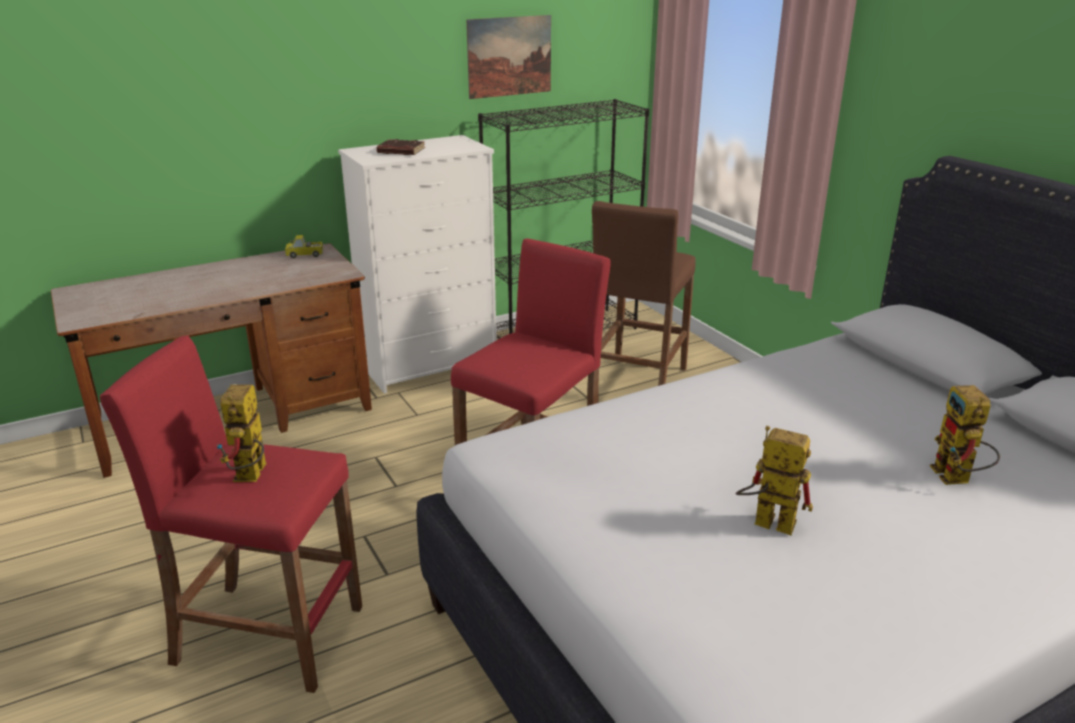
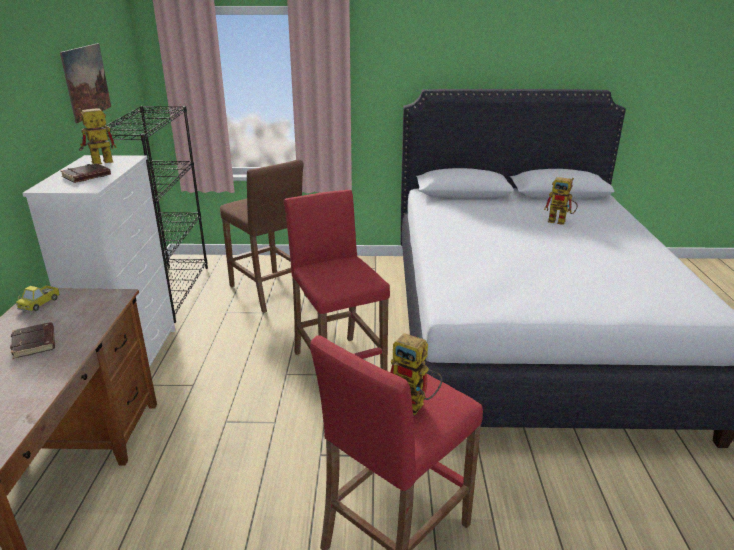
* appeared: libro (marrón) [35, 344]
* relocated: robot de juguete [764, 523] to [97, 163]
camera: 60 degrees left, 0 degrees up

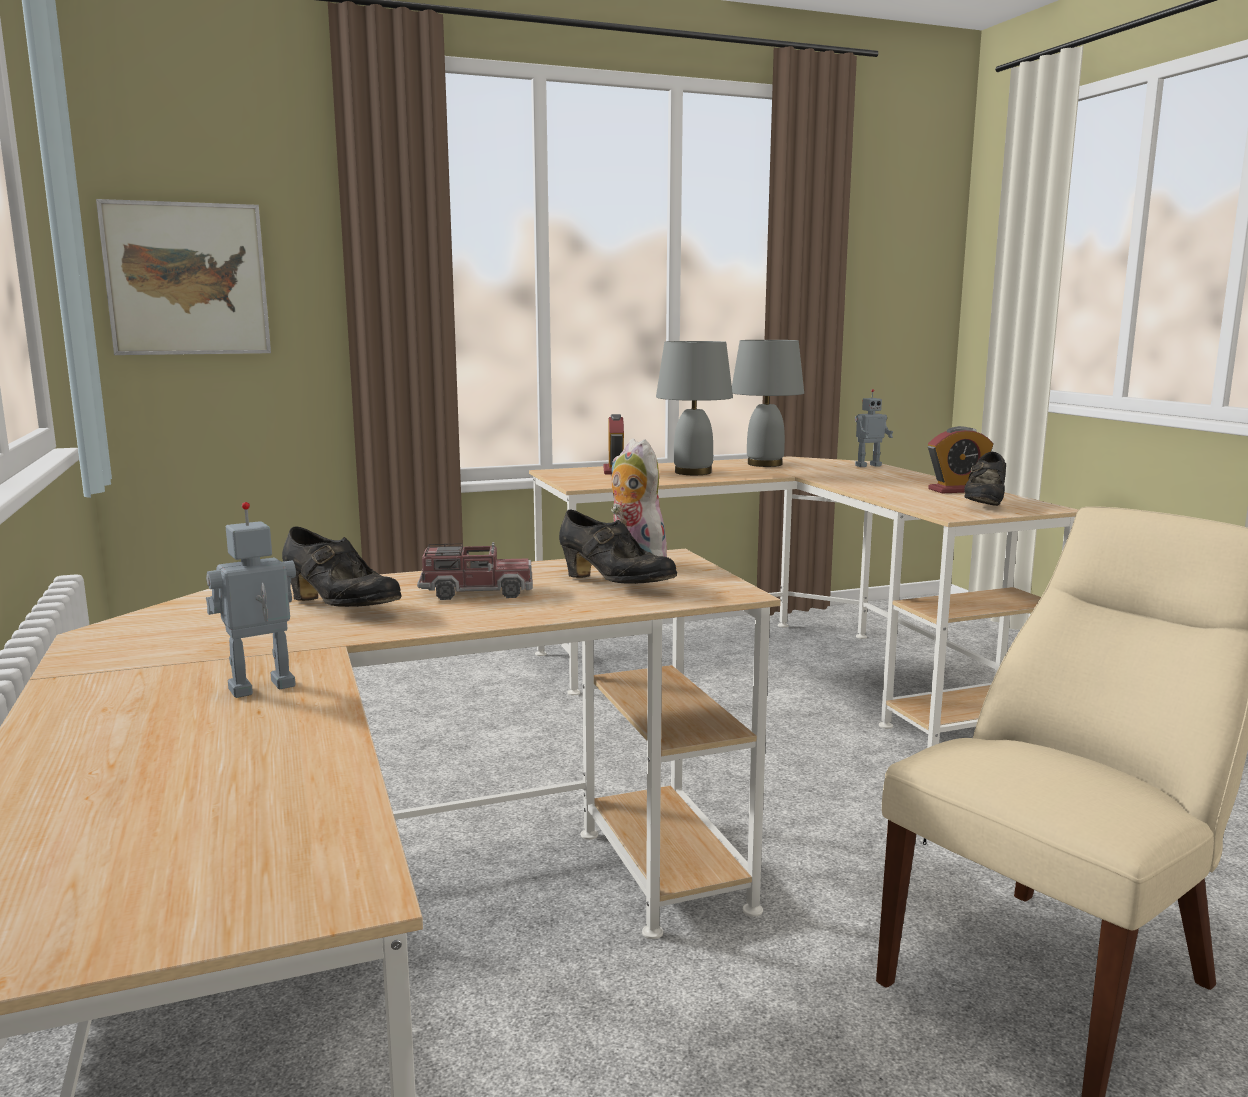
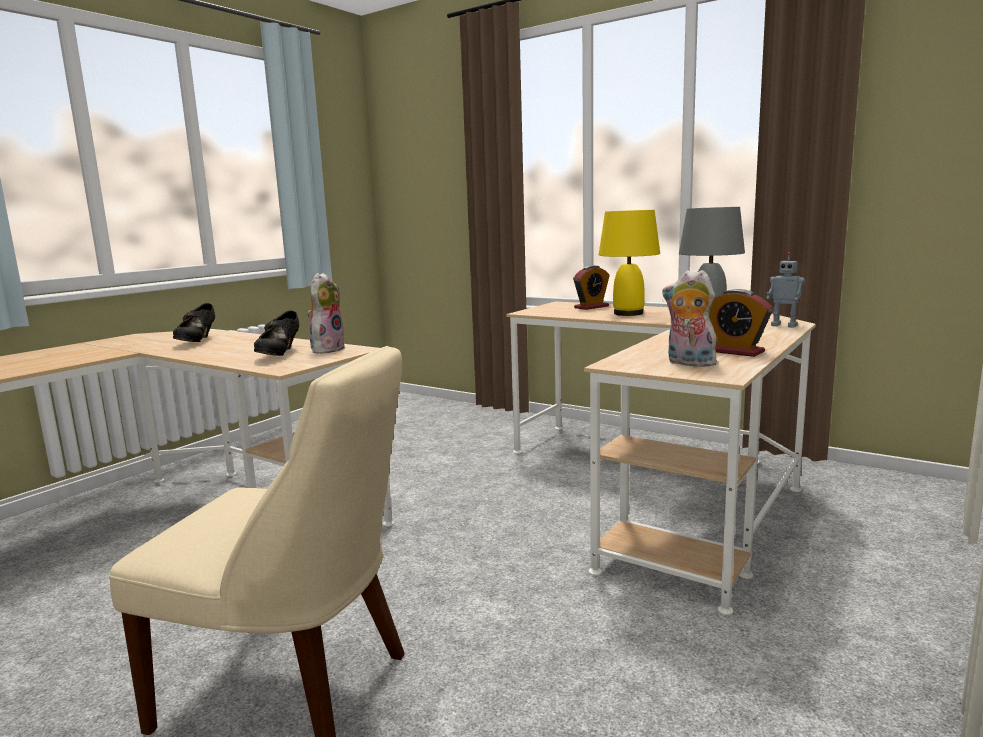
* colour: lámpara de mesa (gris) [692, 472] to lámpara de mesa (amarillo) [627, 313]
* exchanged: zapato (negro) [984, 504] to peluche [688, 363]
* missing: cuadro [187, 279]
* missing: robot de juguete [262, 689]
* missing: camión de juguete [476, 592]
camera: 55 degrees right, 0 degrees up

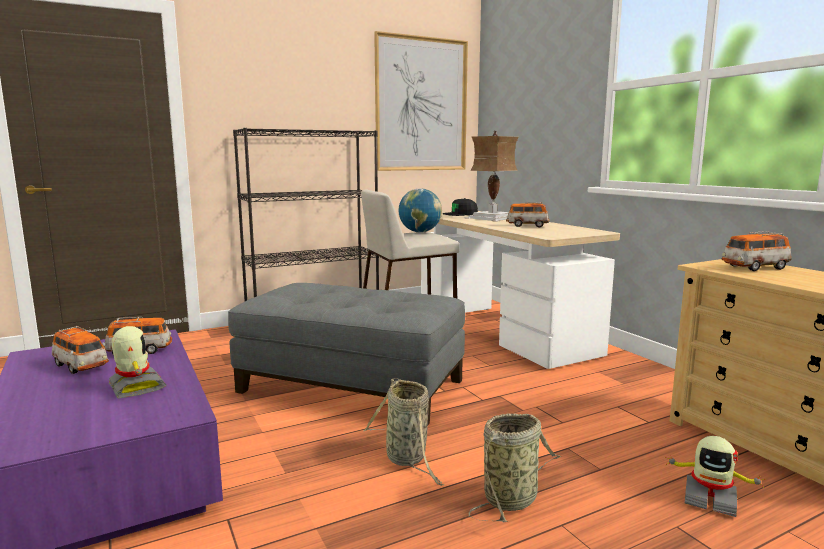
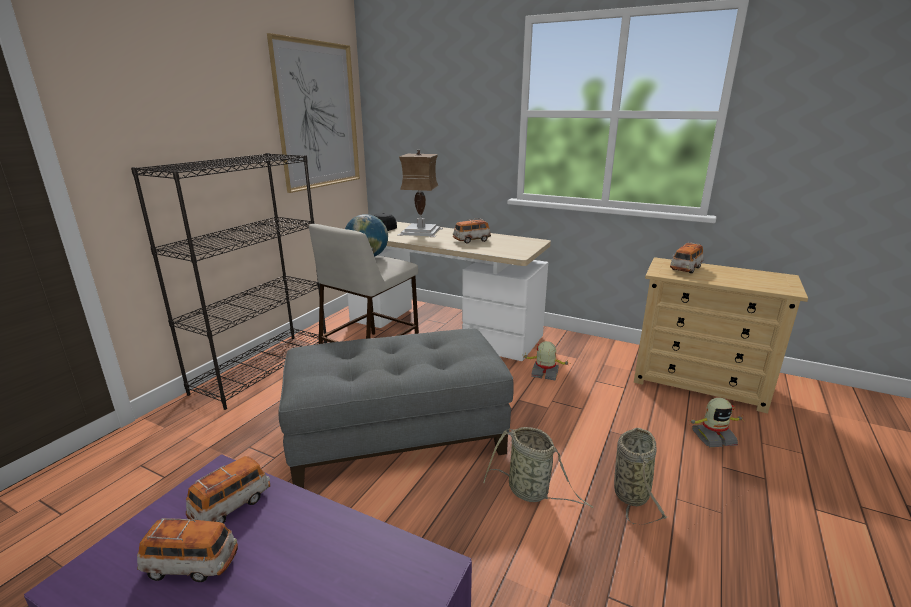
* relocated: robot de juguete [135, 387] to [545, 373]
camera: 35 degrees left, 10 degrees up

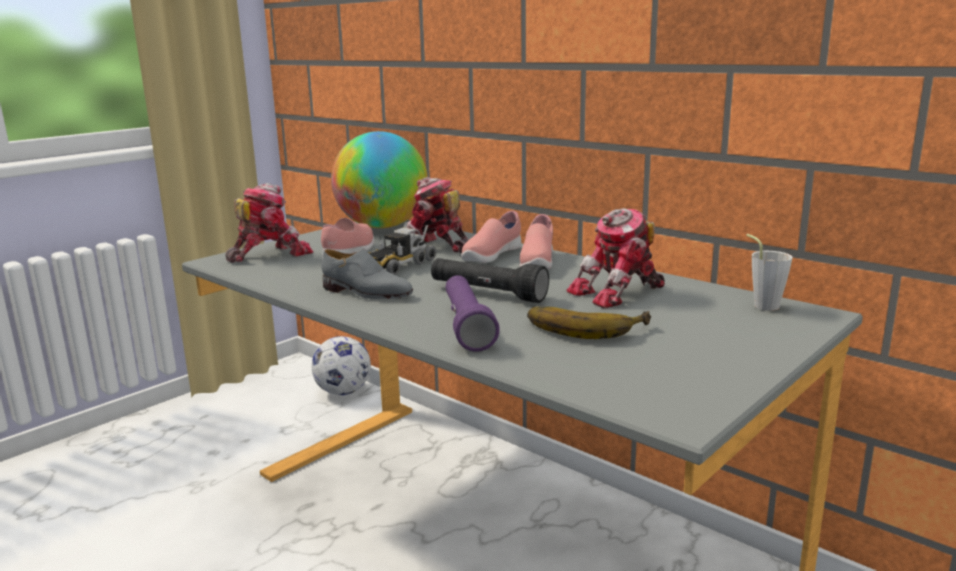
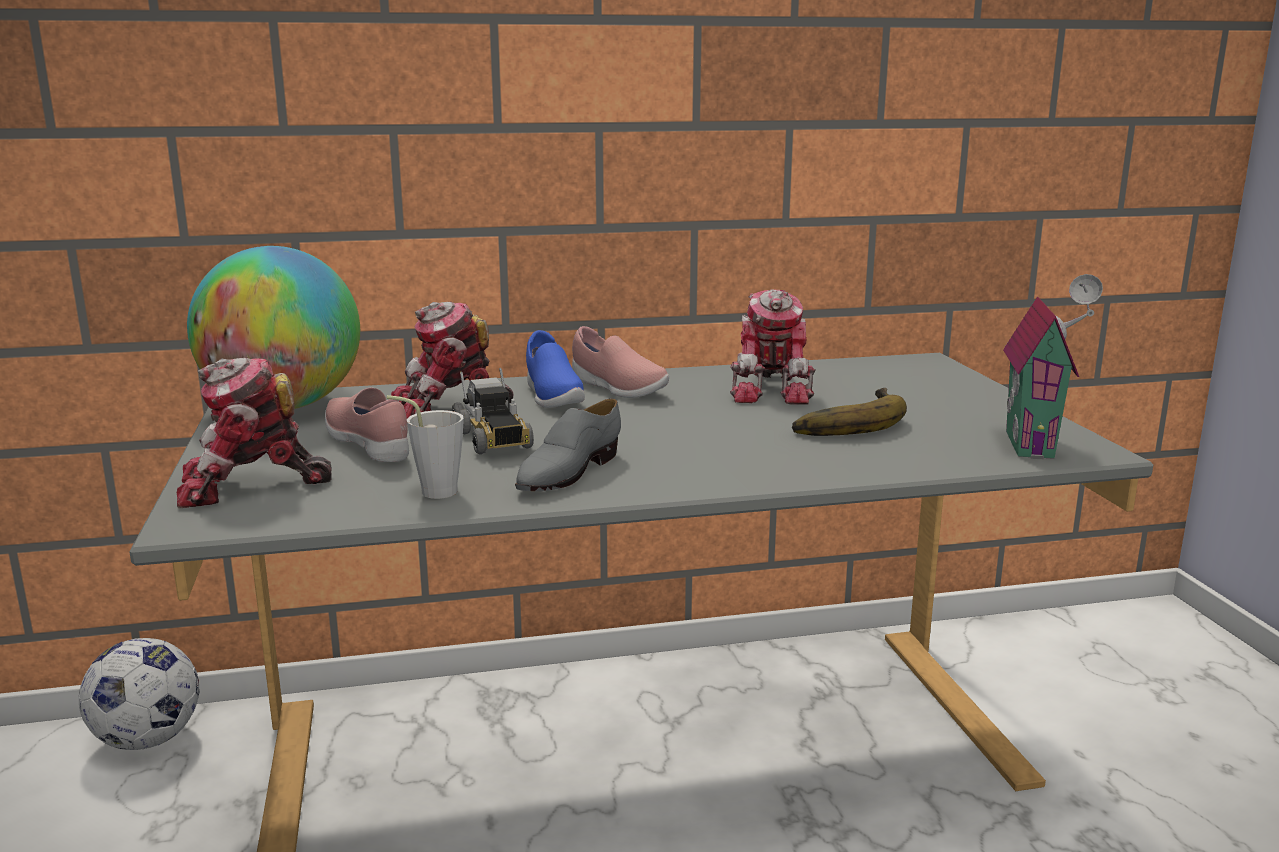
* spun: robot de juguete [269, 254] = [250, 486] 105 degrees counterclockwise
* relocated: taza (gris) [762, 304] to [431, 491]
* spun: zapato (gris) [366, 292] = [568, 472] 150 degrees clockwise
* colour: zapato (rosa) [491, 256] to zapato (azul) [551, 397]
* appeared: casita [1035, 445]
* missing: linterna (negro) [487, 293]
* missing: linterna (morado) [467, 326]
camera: 55 degrees left, 0 degrees up

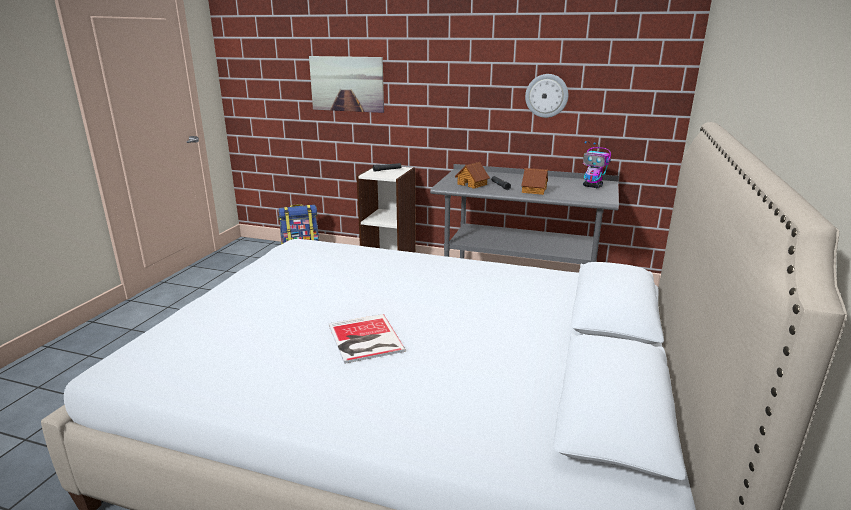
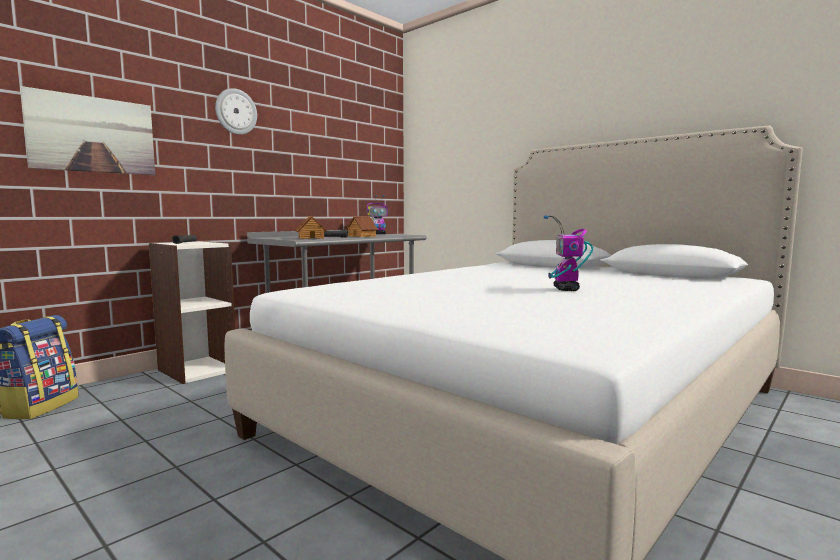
* relocated: reloj de pared [546, 95] to [236, 112]
* exchanged: libro [364, 339] to robot de juguete [566, 289]
camera: 65 degrees left, 15 degrees down

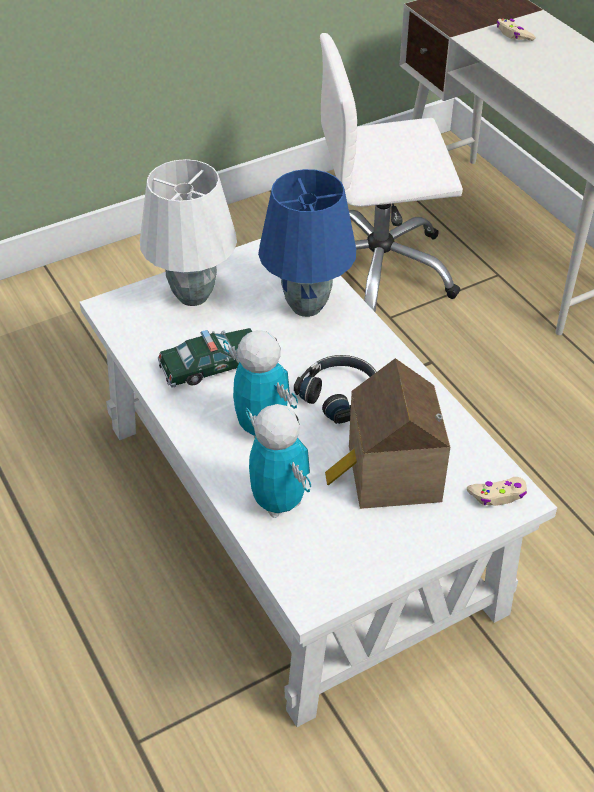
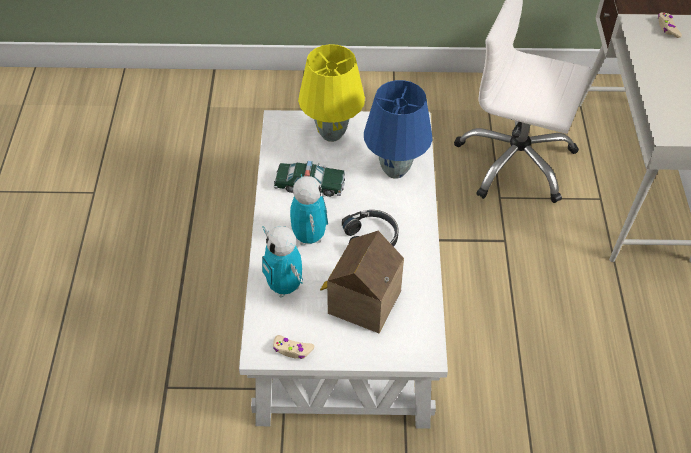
* spun: robot de juguete [278, 502] = [284, 287] 150 degrees clockwise
* relocated: mando de consola (beis) [498, 495] to [292, 350]
* colour: lámpara de mesa (blanco) [194, 295] to lámpara de mesa (amarillo) [332, 134]
camera: 30 degrees right, 5 degrees up

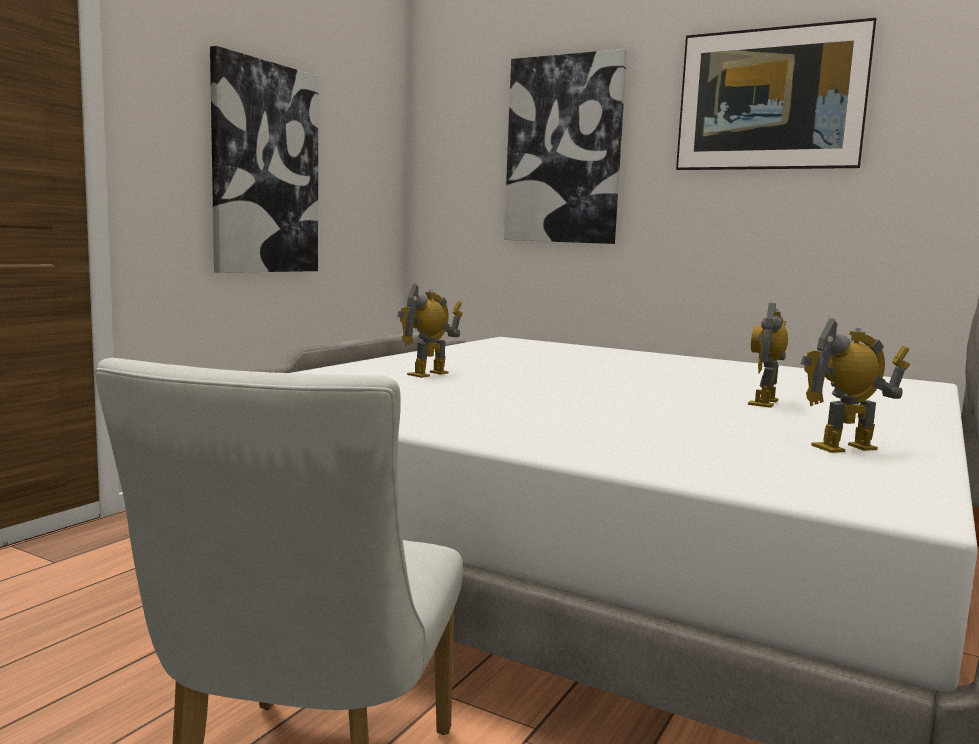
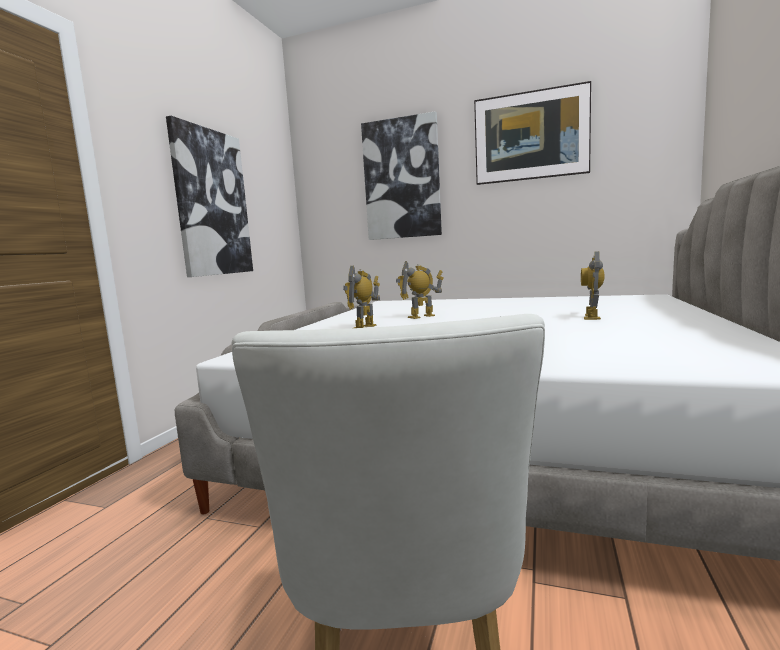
* relocated: robot de juguete [845, 448] to [421, 316]
camera: 10 degrees left, 0 degrees up

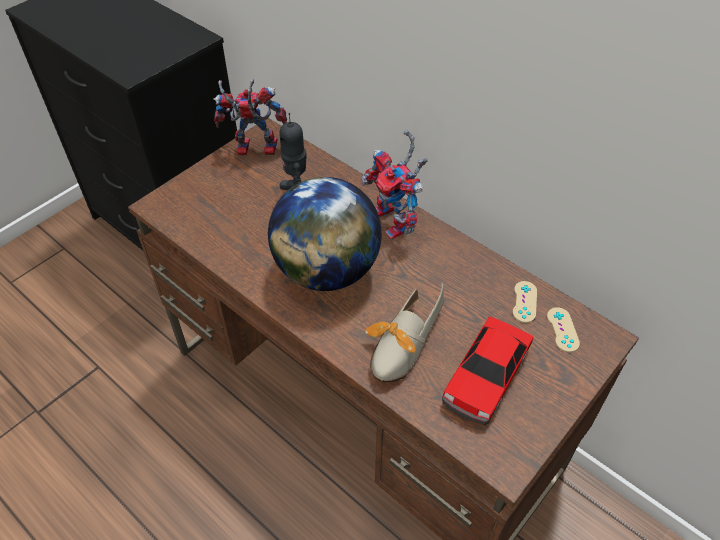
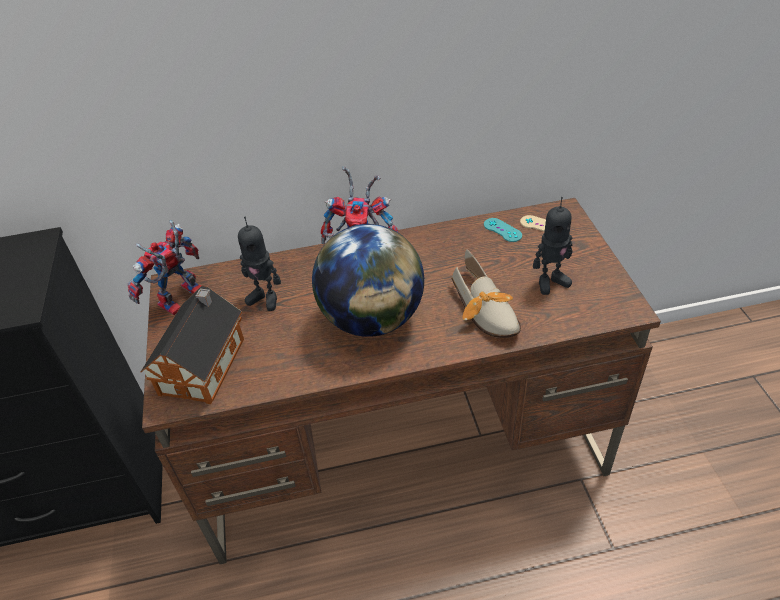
* appeared: casita [205, 363]
* colour: mando de consola (beis) [524, 302] to mando de consola (turquesa) [502, 230]
* exchanged: coche de juguete [485, 377] to robot de juguete [550, 282]
camera: 50 degrees left, 5 degrees down

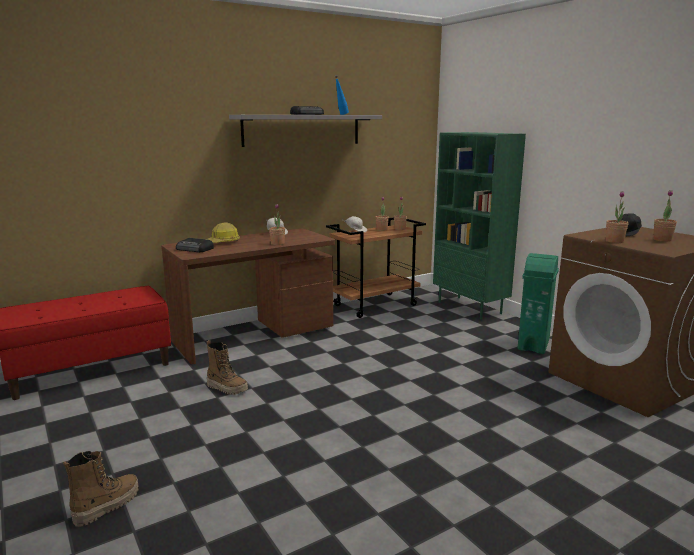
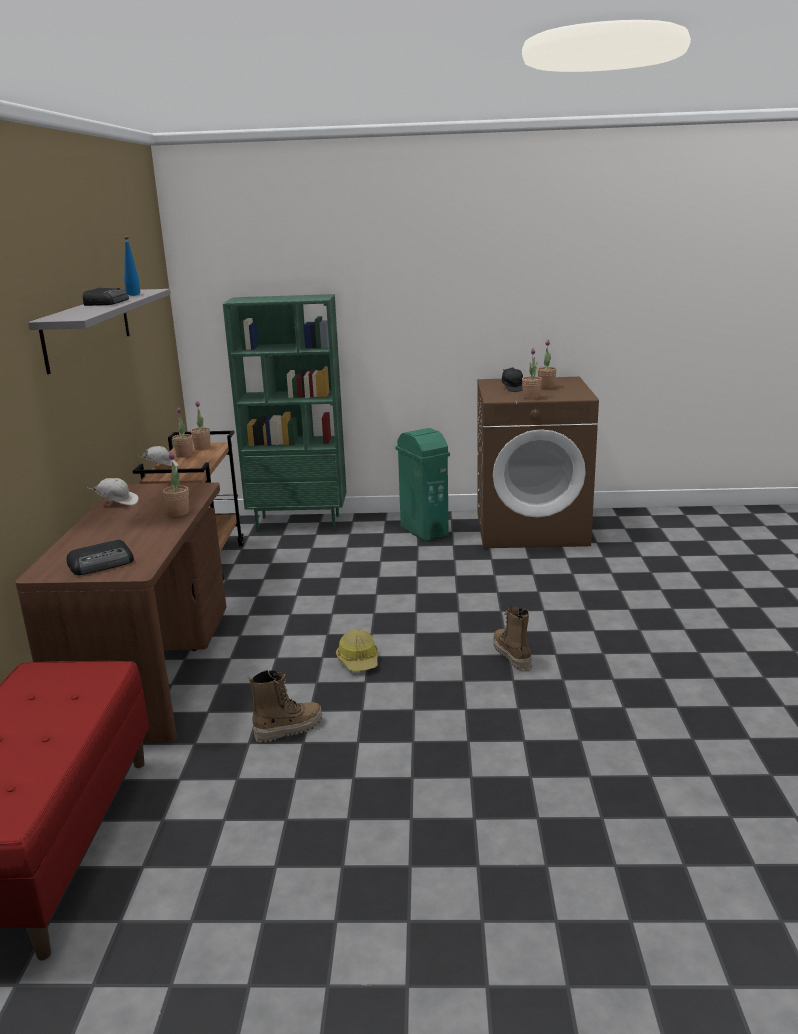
* relocated: casco [223, 242] to [359, 660]
* relocated: bota [107, 506] to [512, 656]
camera: 55 degrees left, 5 degrees up

